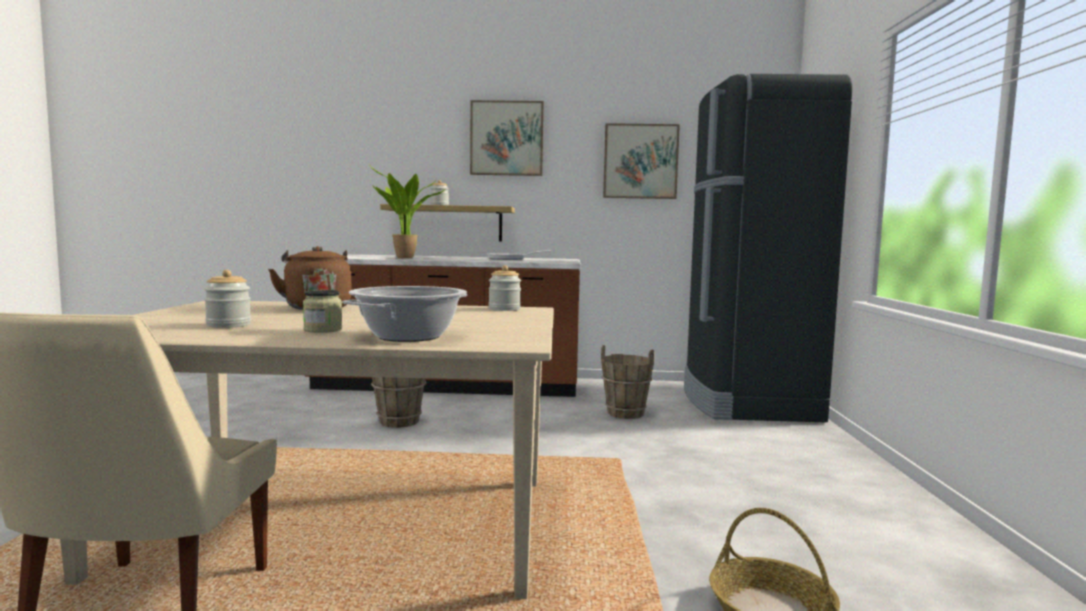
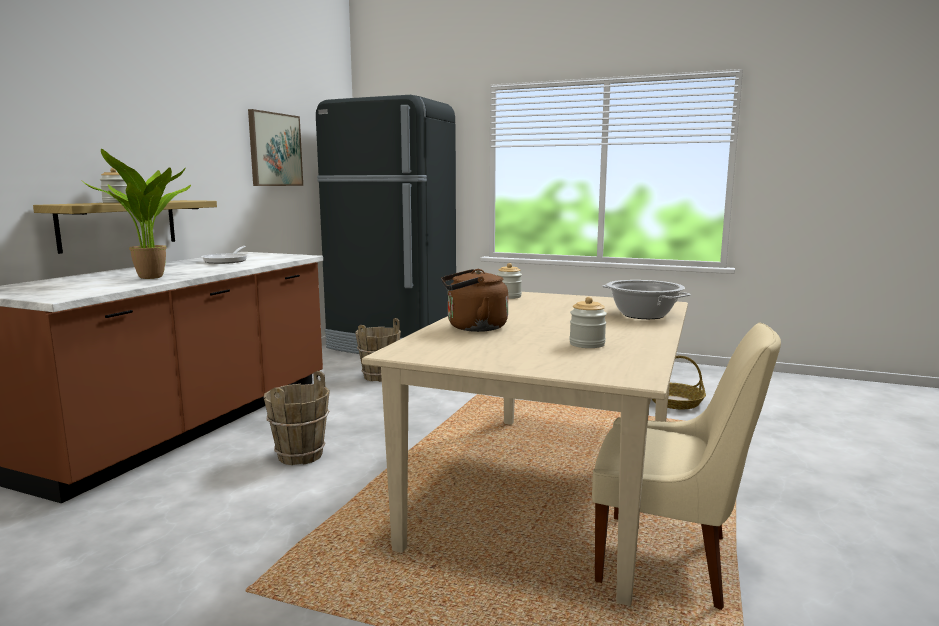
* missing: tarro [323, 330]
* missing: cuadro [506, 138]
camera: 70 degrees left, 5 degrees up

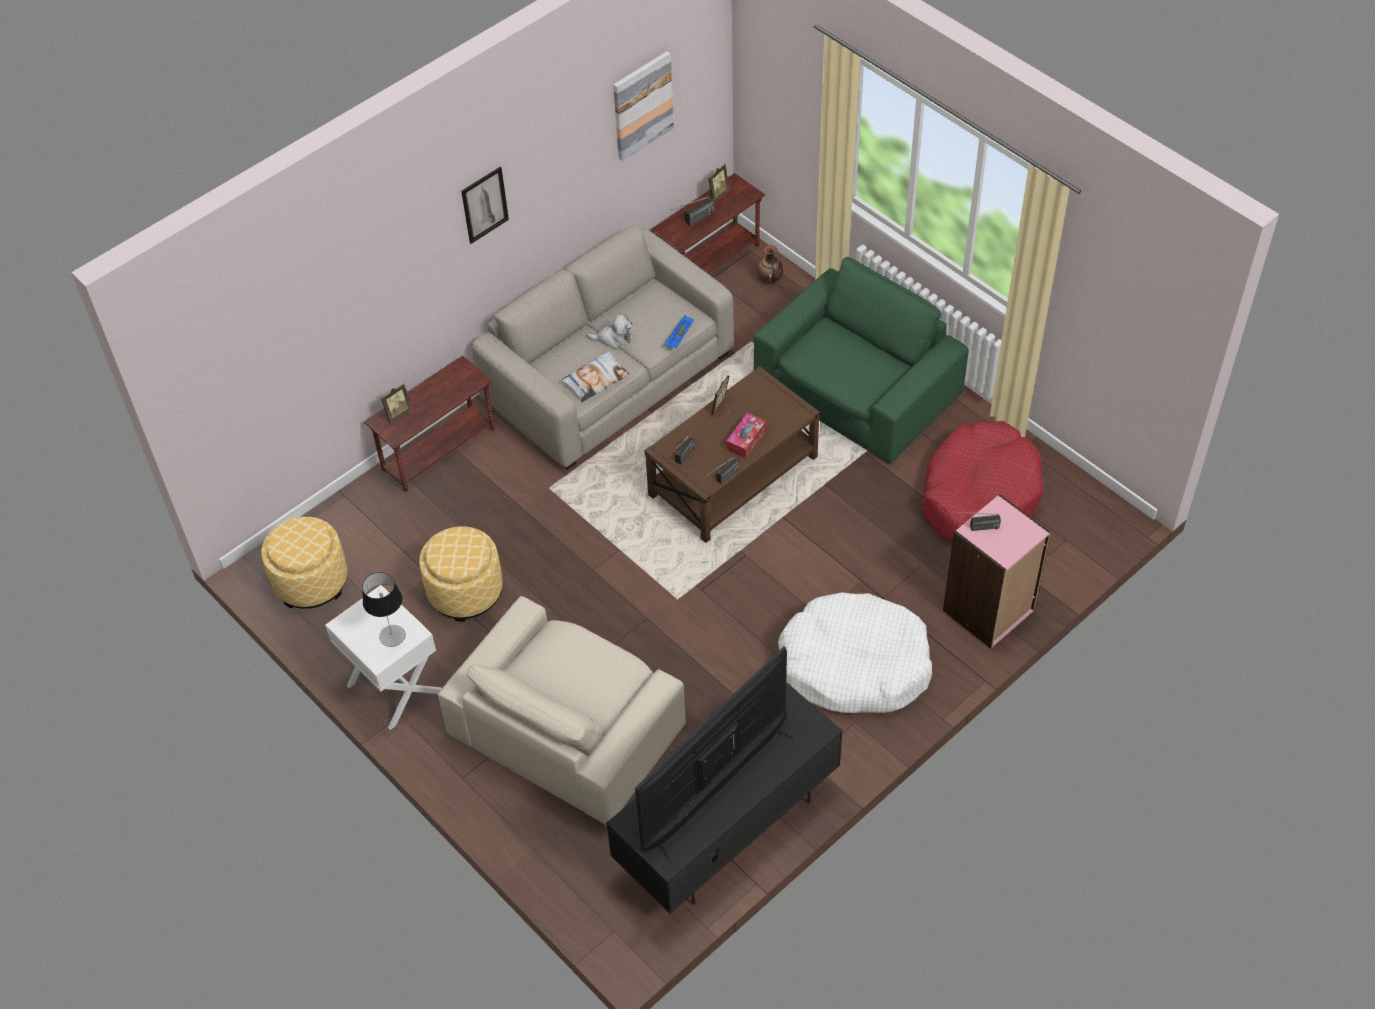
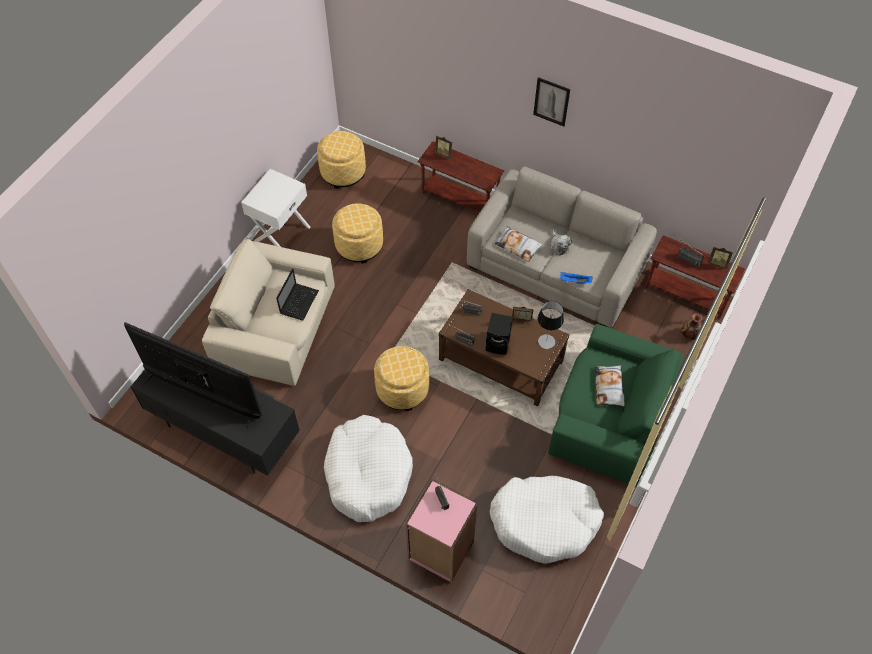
* appeared: portátil [299, 301]
* appeared: puf [402, 389]
* exchanged: caja de pañuelos [746, 440] to altavoz (negro) [499, 343]
* colour: cama para perro (rojo) [979, 494] to cama para perro (blanco) [545, 521]
* relocated: lámpara de mesa [392, 636] to [546, 341]
* appeared: cojín [609, 387]
* missing: cuadro [642, 105]
camera: 70 degrees right, 5 degrees up

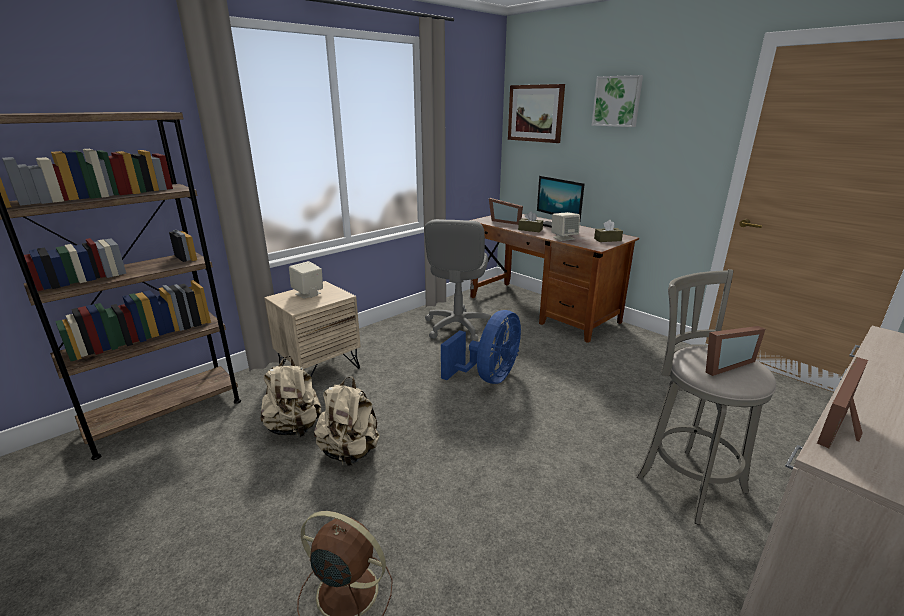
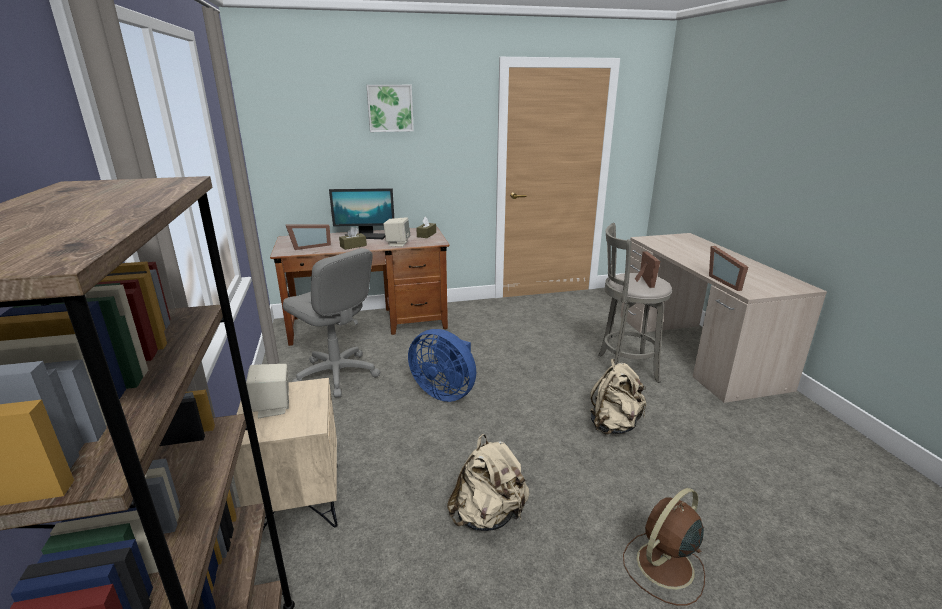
* spun: ventilador (azul) [488, 377] = [445, 392] 150 degrees clockwise
* relocated: mochila (beis) [294, 428] to [614, 425]
* missing: cuadro [535, 113]
camera: 60 degrees left, 0 degrees up

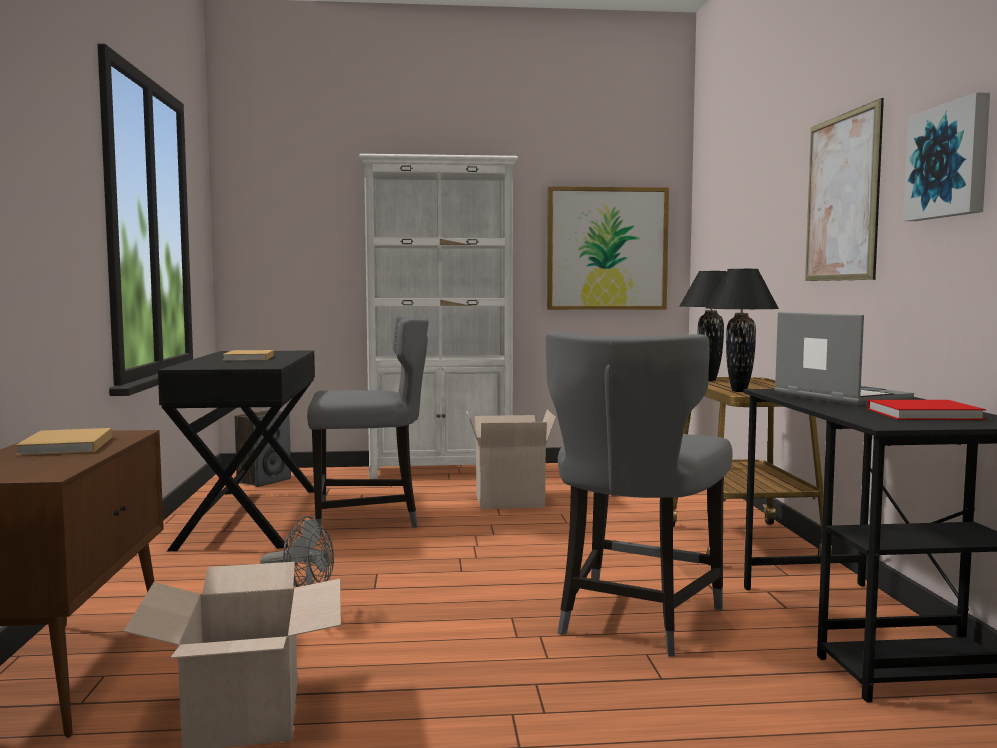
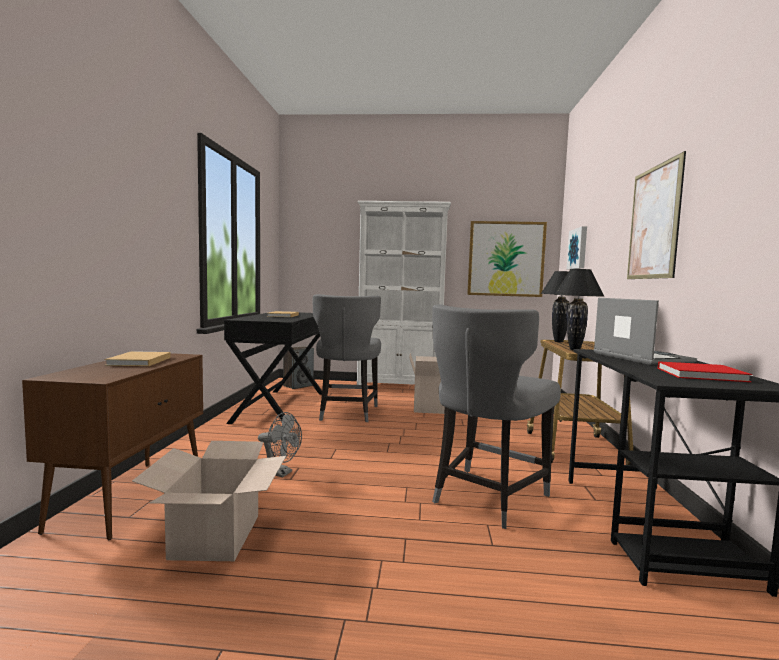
* spun: silla (gris) [369, 519] = [346, 413] 90 degrees clockwise
* relocated: cuadro [950, 161] to [578, 249]
camera: 10 degrees right, 0 degrees up

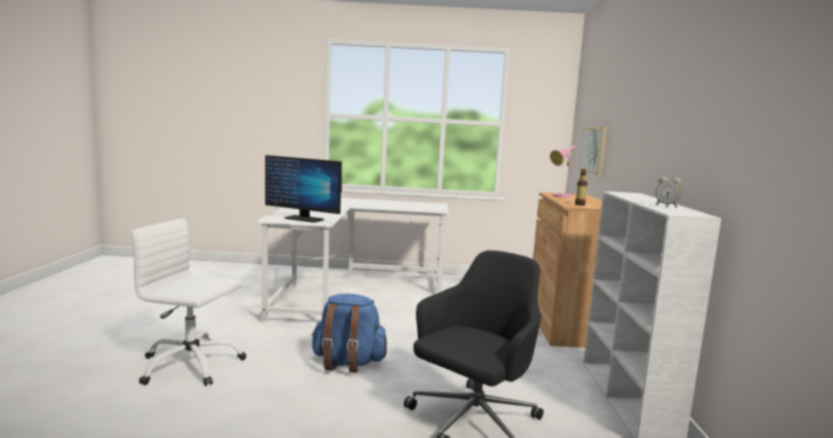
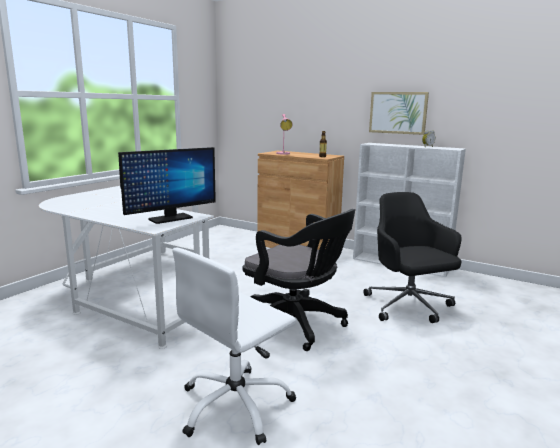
* exchanged: mochila (azul) [347, 363] to silla de oficina (negro) [297, 325]
* relocated: cuadro [594, 149] to [398, 113]
camera: 60 degrees left, 5 degrees up

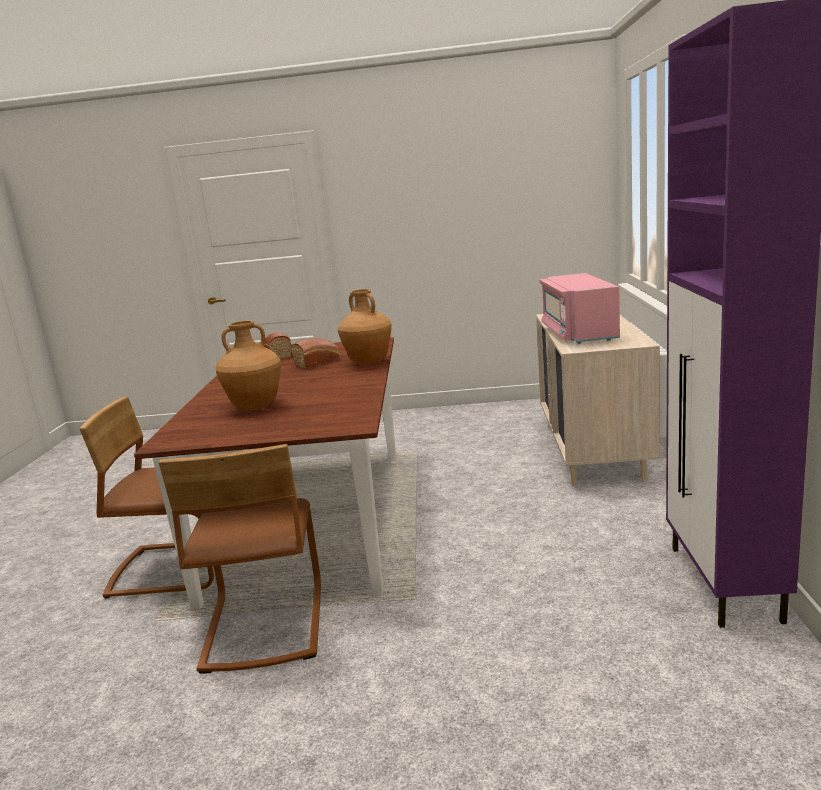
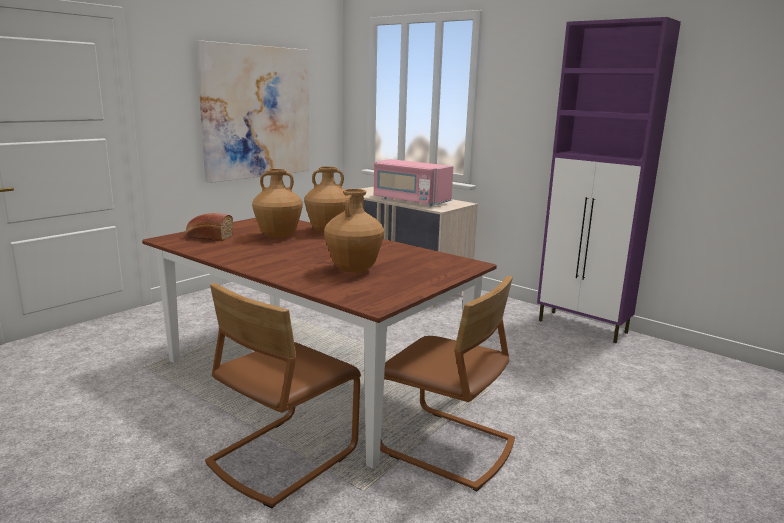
* appeared: cuadro [256, 112]
* exchanged: pan [318, 362] to florero (marrón) [279, 236]
camera: 55 degrees left, 0 degrees up

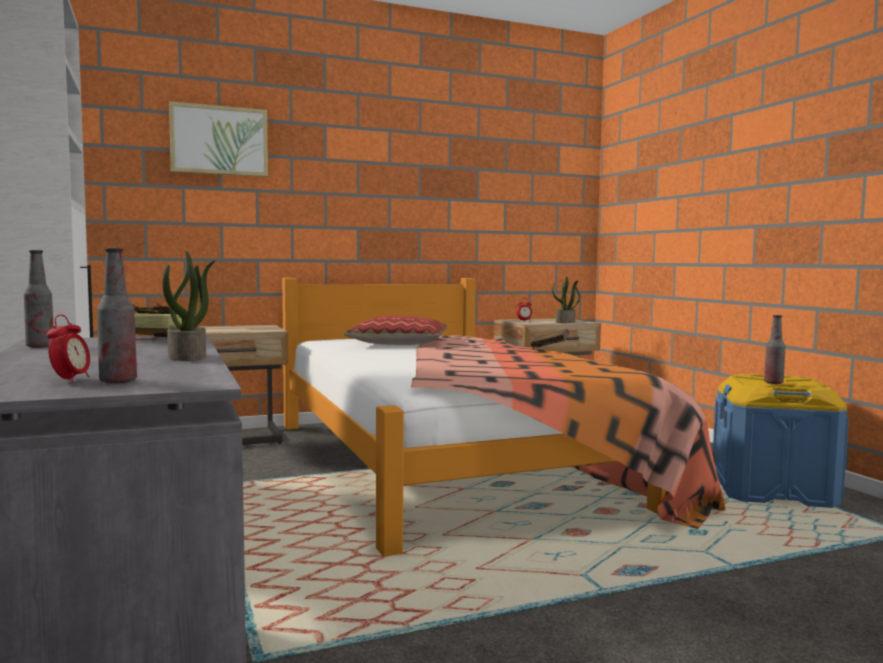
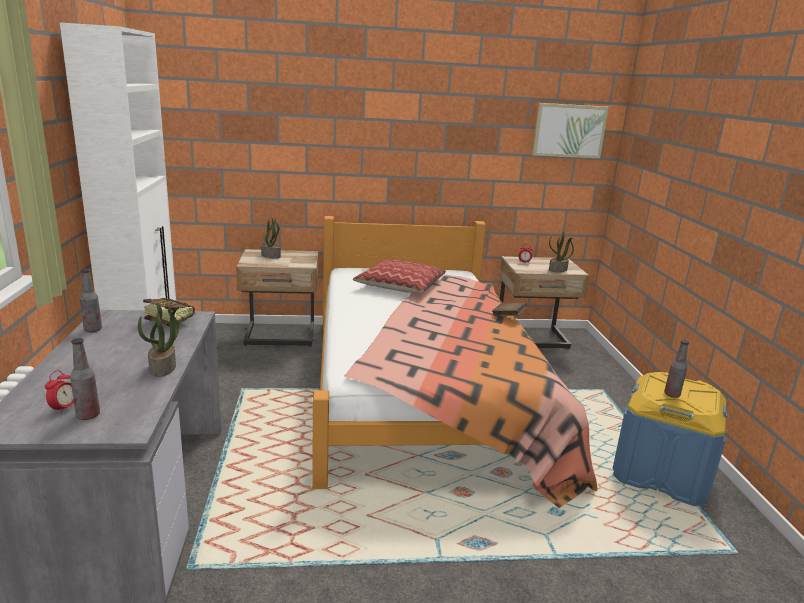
* appeared: planta en maceta [271, 256]
* relocated: cuadro [219, 140] to [569, 131]
camera: 15 degrees right, 15 degrees up

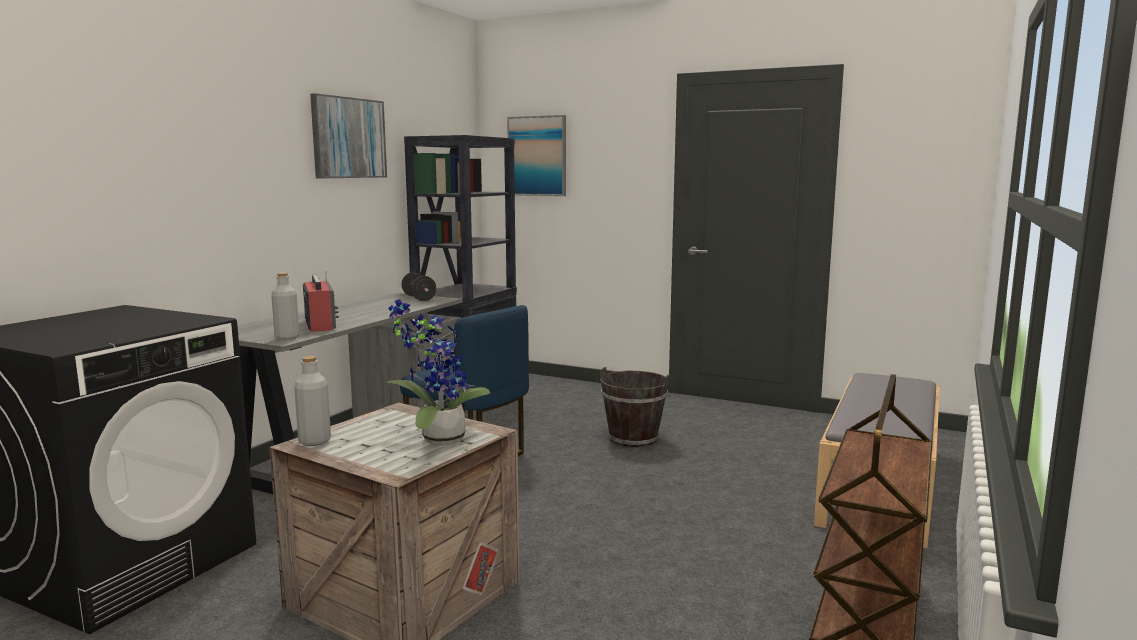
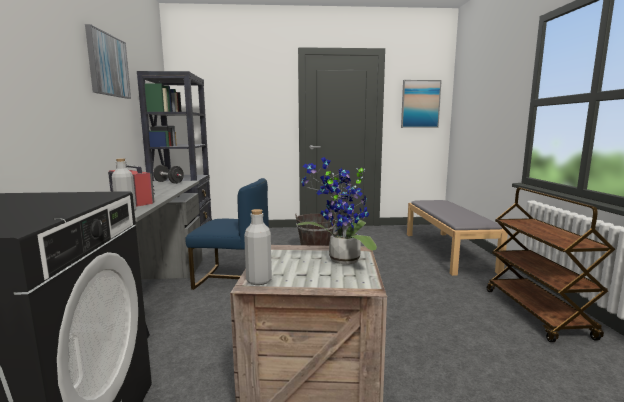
* relocated: cuadro [537, 156] to [420, 104]
camera: 30 degrees left, 0 degrees up

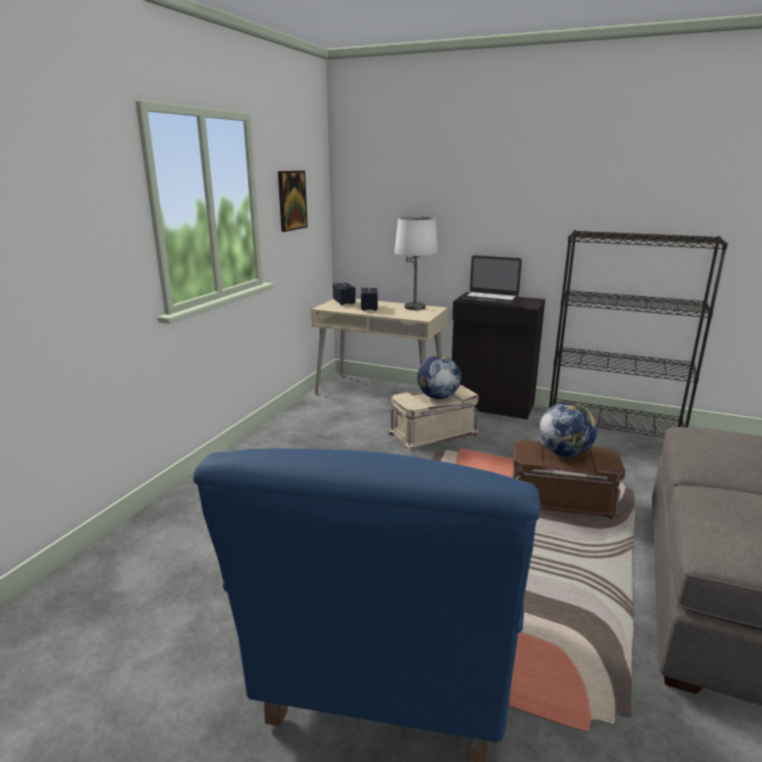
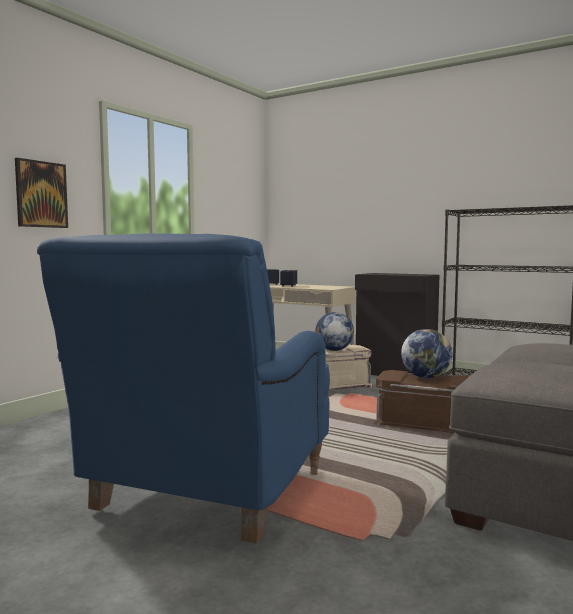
* relocated: cuadro [291, 200] to [41, 194]
* missing: lámpara de mesa (blanco) [415, 307]
* missing: portátil [489, 298]
camera: 10 degrees right, 15 degrees down

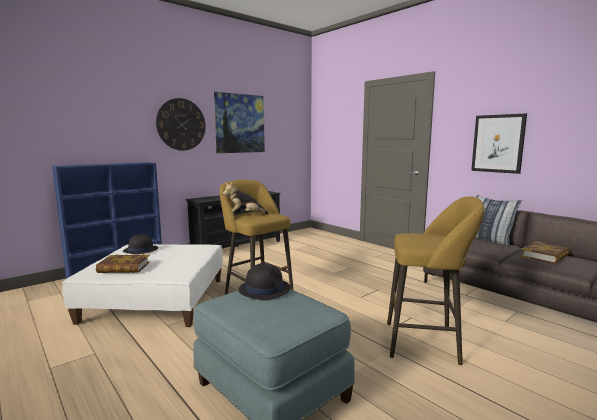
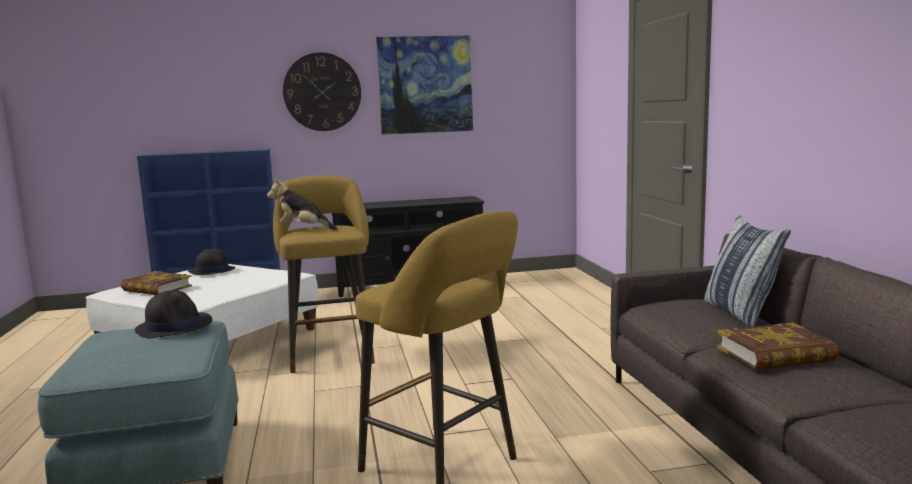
* missing: cuadro [498, 143]
camera: 30 degrees right, 0 degrees up

